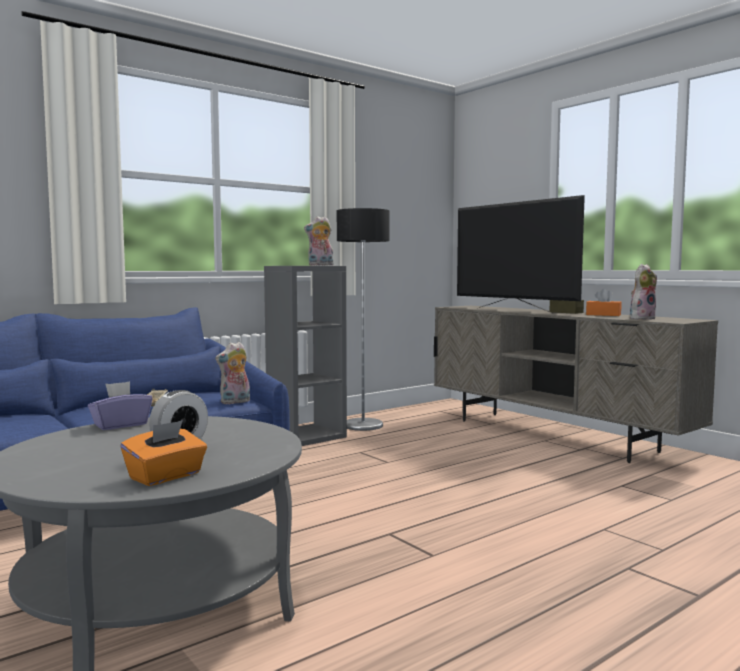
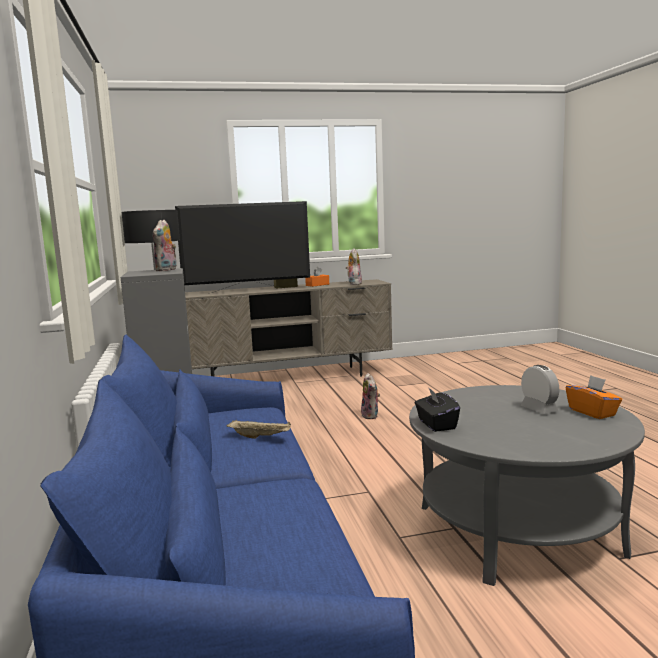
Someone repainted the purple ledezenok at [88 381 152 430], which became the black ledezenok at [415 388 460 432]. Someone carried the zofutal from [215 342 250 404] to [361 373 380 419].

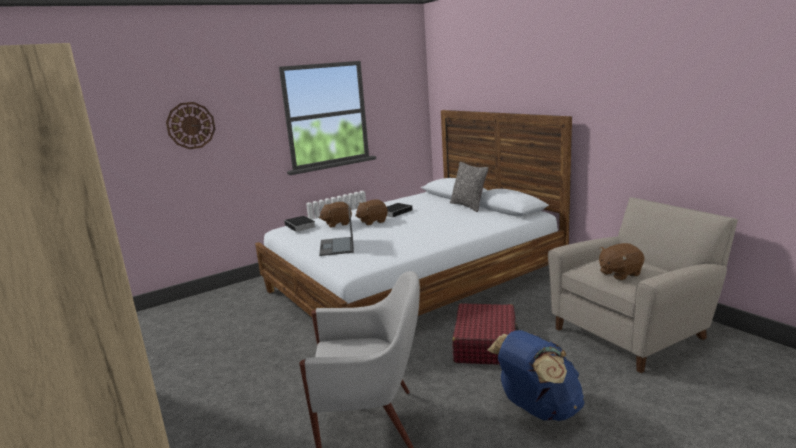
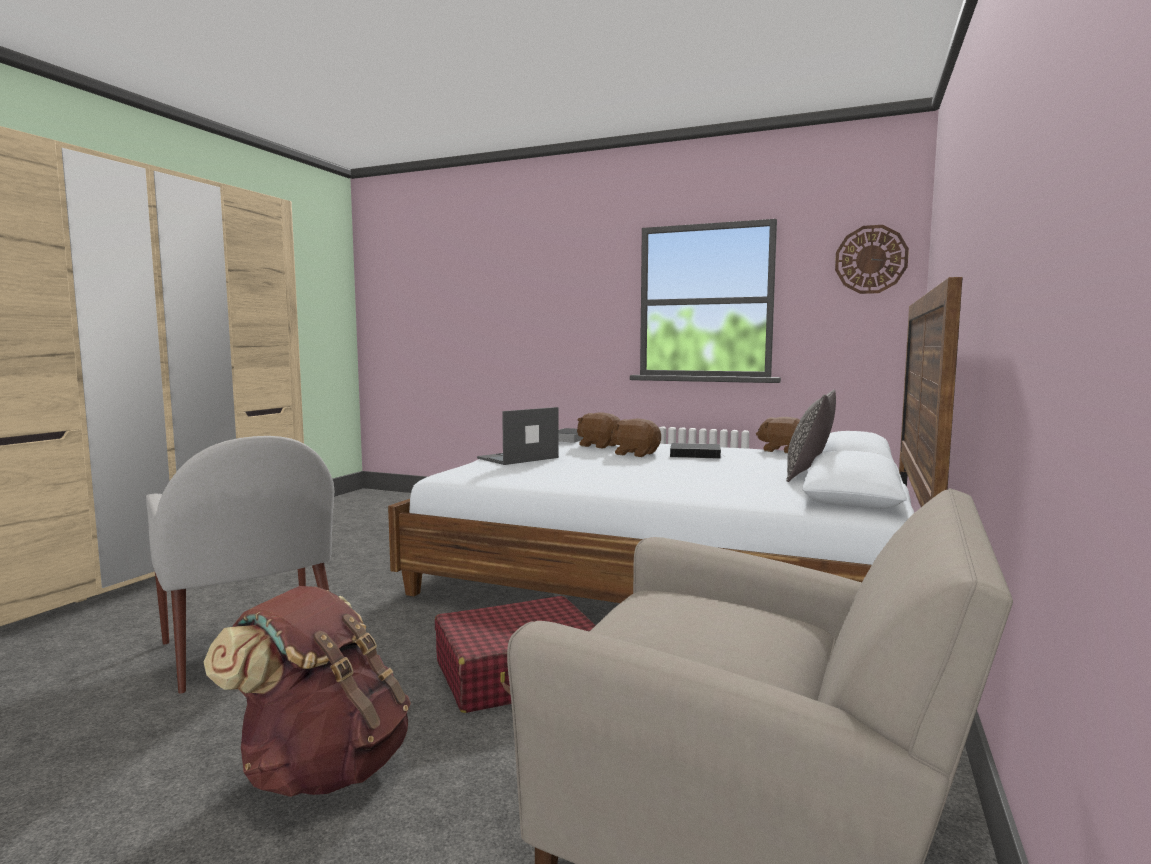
Someone carried the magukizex from [166 102 215 149] to [835 225 909 294]. Someone repainted the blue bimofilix at [488 330 585 421], which became the brown bimofilix at [204 586 411 797]. Someone carried the brown zofutal from [599 243 644 280] to [756 417 800 453].

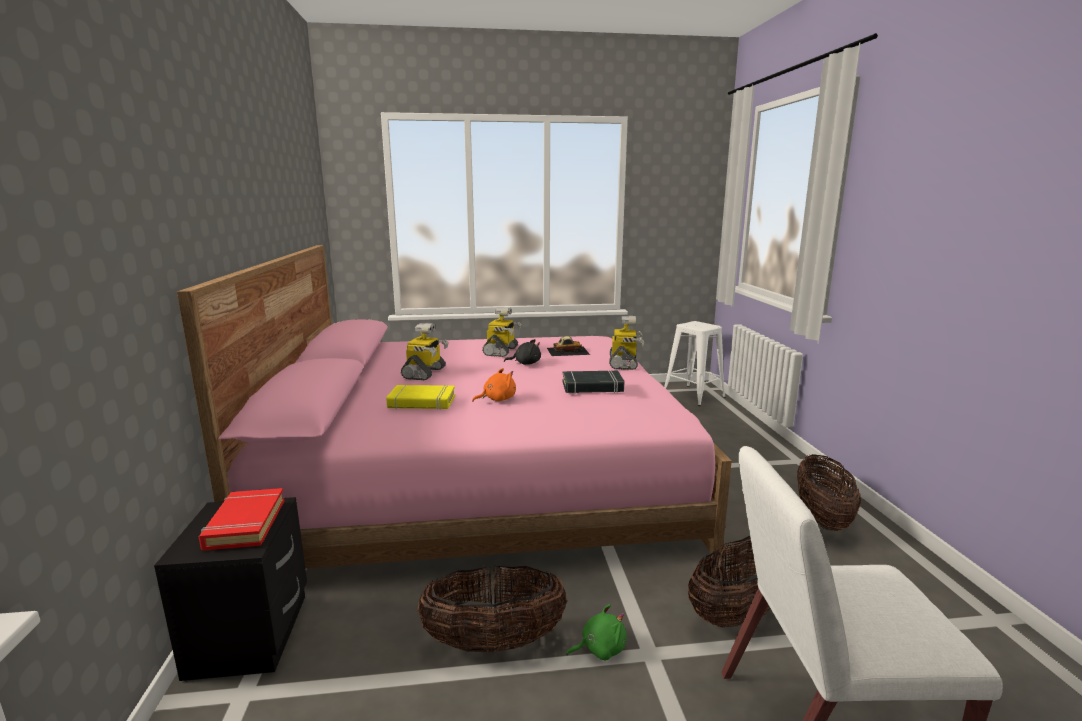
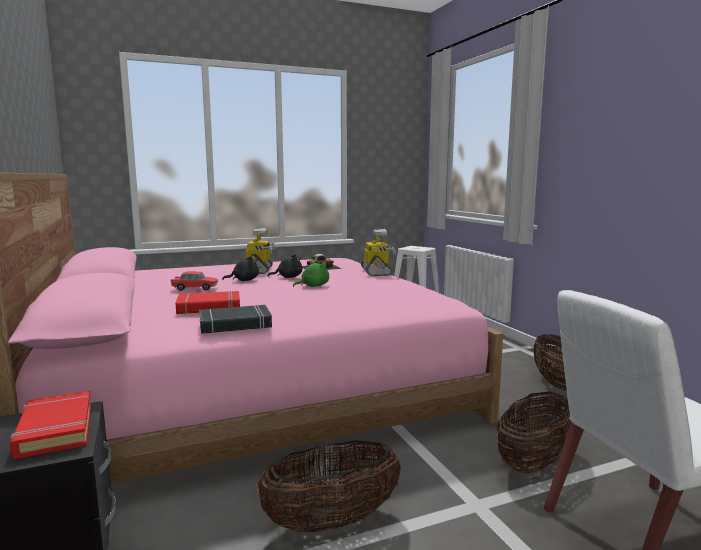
Someone repainted the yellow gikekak at [386 385 455 410], which became the red gikekak at [175 291 240 314]. Someone swapped the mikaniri at [401 323 449 380] for the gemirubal at [171 271 218 291]. Someone took away the orange zofutal at [472 368 516 402]. Someone carried the black gikekak from [562 370 625 394] to [199 305 272 334]. Someone carried the green zofutal from [566 604 627 660] to [293 260 329 287]. Someone put down the black zofutal at [222 257 259 281].

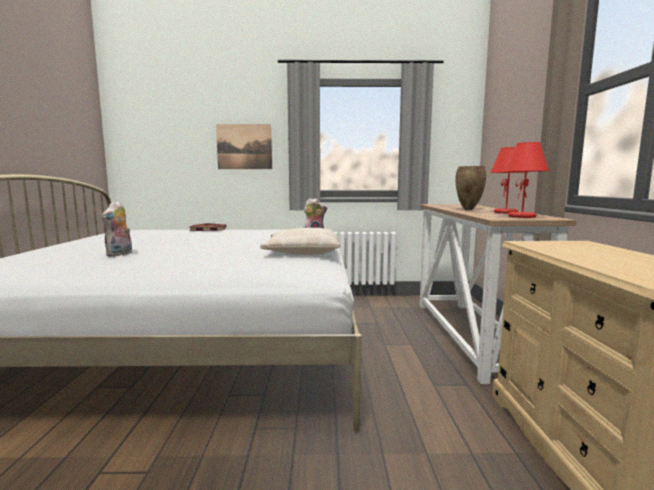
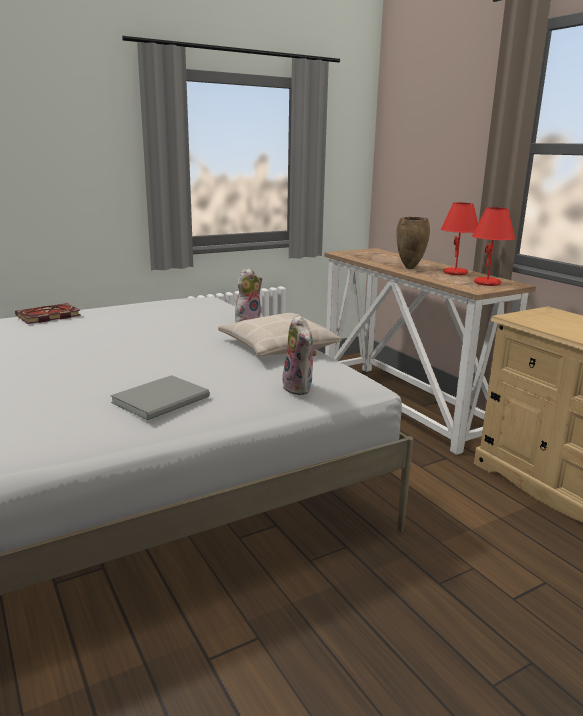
Someone carried the zofutal from [102 201 132 257] to [282 314 317 395]. Someone took away the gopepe at [216 124 272 169]. Someone put down the grey gikekak at [110 375 210 420].

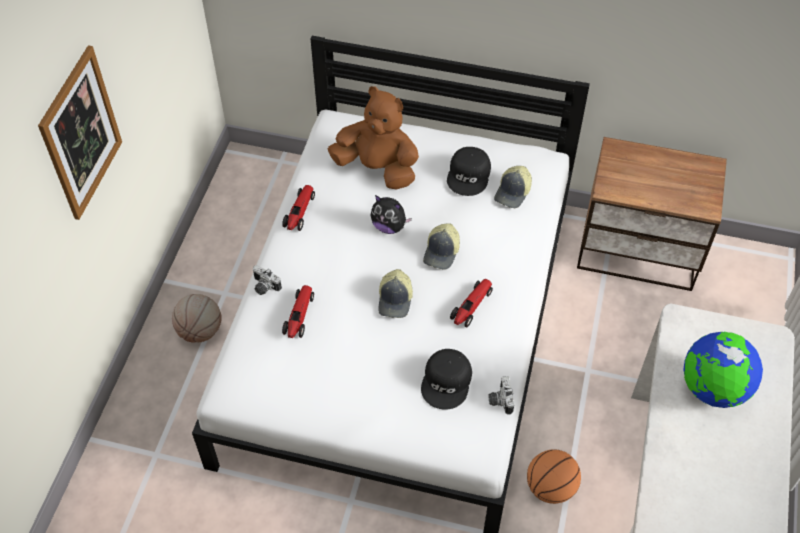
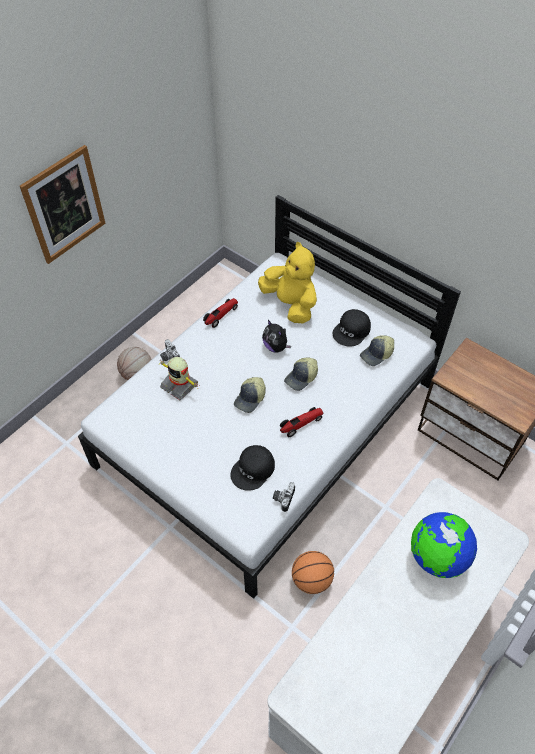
Someone swapped the gemirubal at [282 285 314 338] for the mikaniri at [160 357 198 400]. Someone repainted the brown zofutal at [328 86 419 189], which became the yellow zofutal at [258 242 317 323].

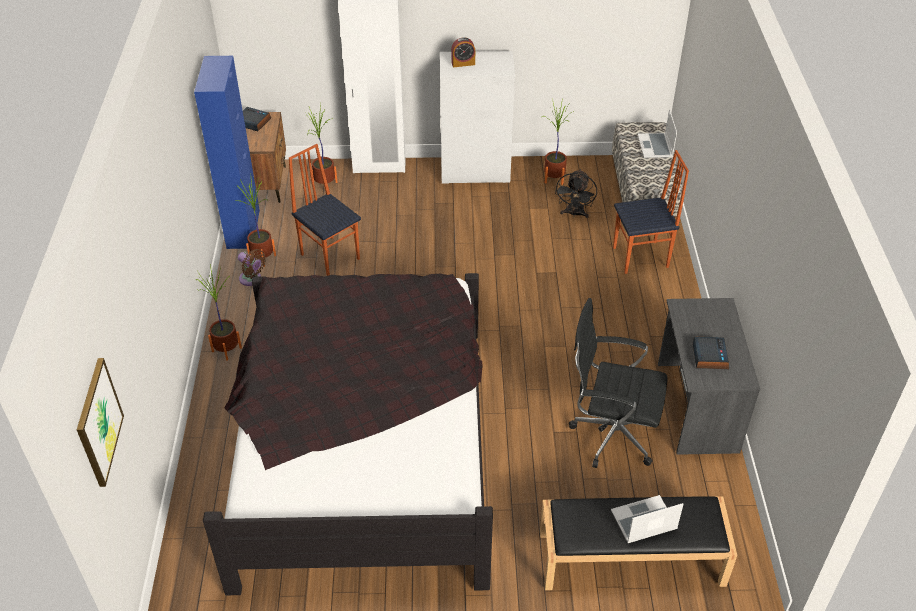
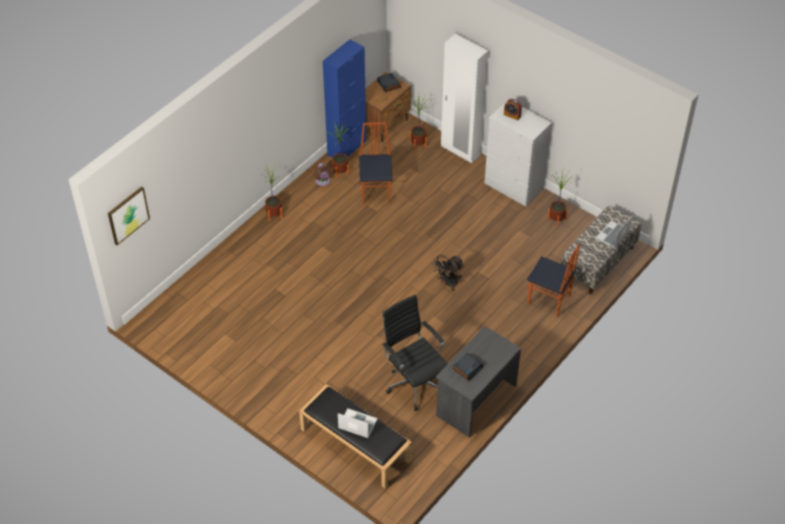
Someone took away the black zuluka at [203 273 493 595]. Someone carried the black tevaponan from [555 169 597 218] to [432 255 464 291].

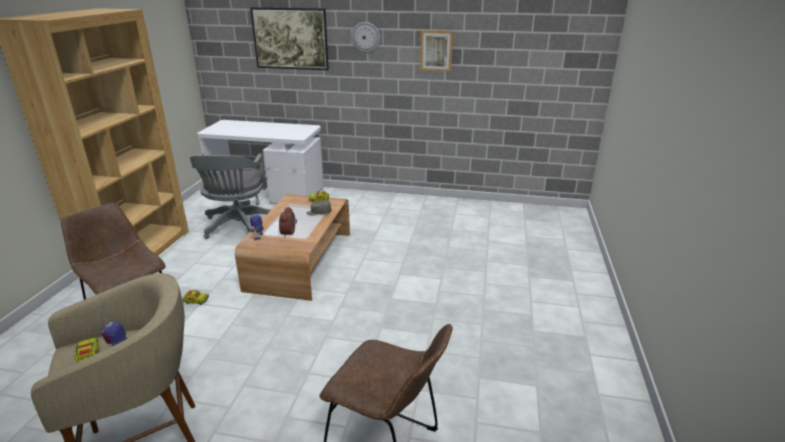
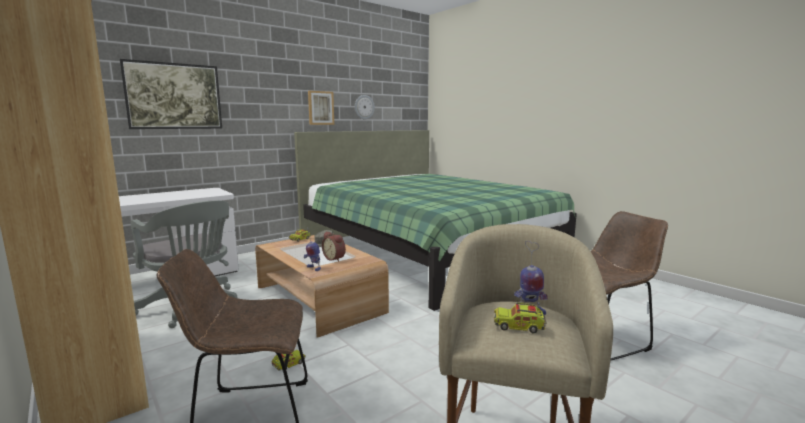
Someone carried the magukizex from [351 22 380 53] to [355 95 375 119]. Someone put down the green zuluka at [294 130 577 311].

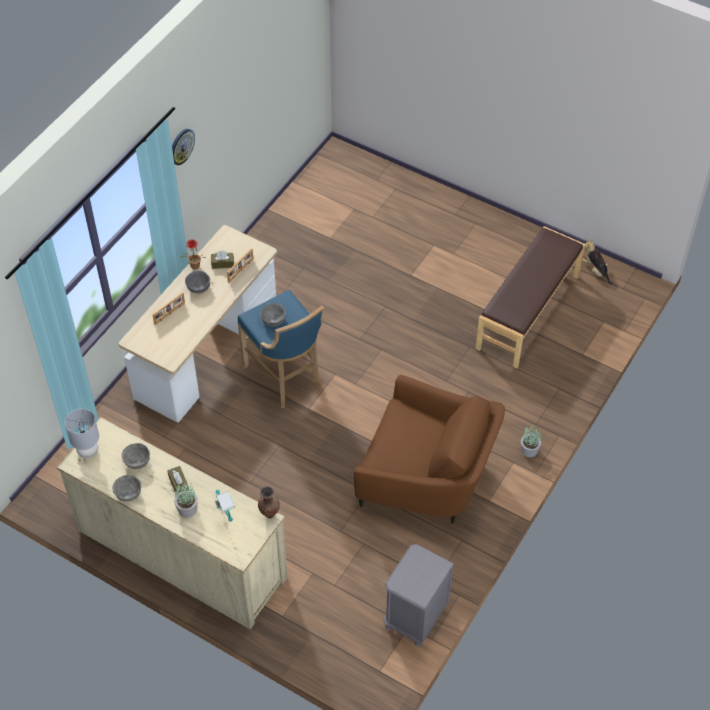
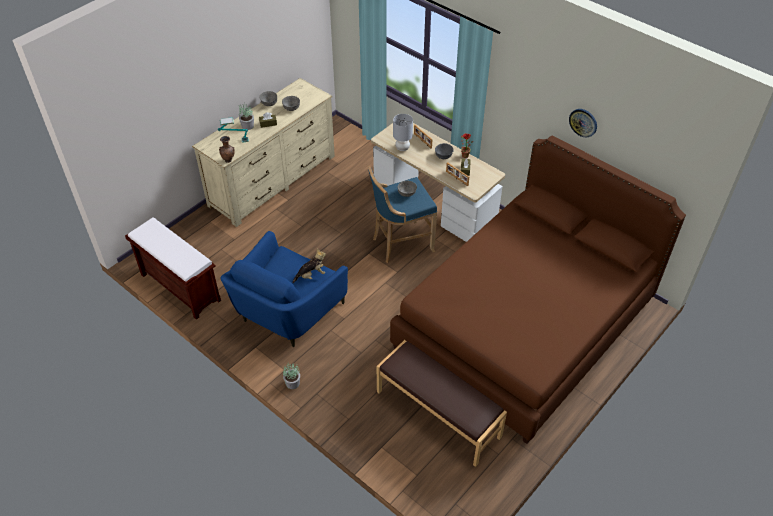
Someone carried the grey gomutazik from [65 409 99 458] to [393 114 413 151]. Someone carried the magukizex from [172 129 195 165] to [569 109 597 137]. Someone repainted the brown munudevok at [354 375 505 523], which became the blue munudevok at [220 231 348 347]. Someone swapped the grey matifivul at [384 544 454 647] for the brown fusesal at [125 217 221 320]. Someone carried the zofutal from [582 238 613 285] to [293 249 326 283]. Someone put down the brown zuluka at [390 135 686 444].

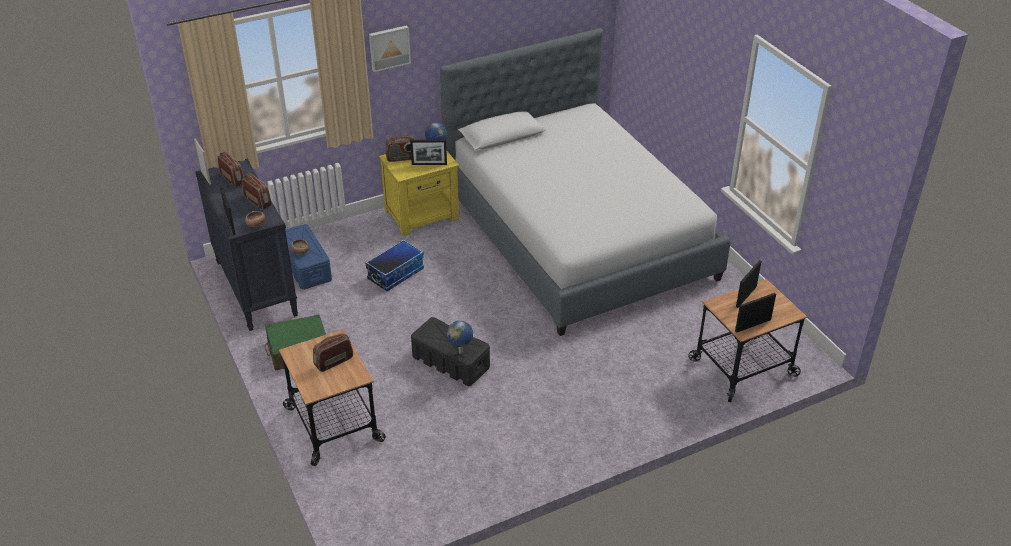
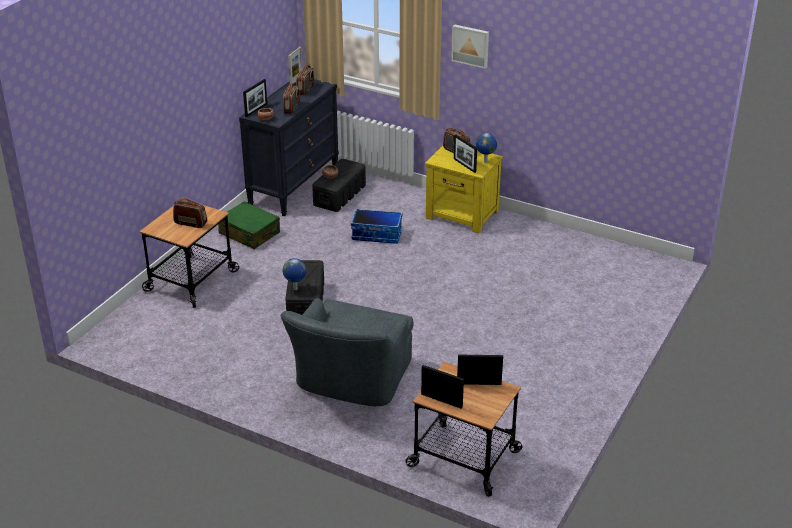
Someone repainted the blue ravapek at [285 224 332 290], which became the black ravapek at [312 159 366 212]. Someone took away the zuluka at [440 28 731 336]. Someone put down the grey munudevok at [281 298 413 406].

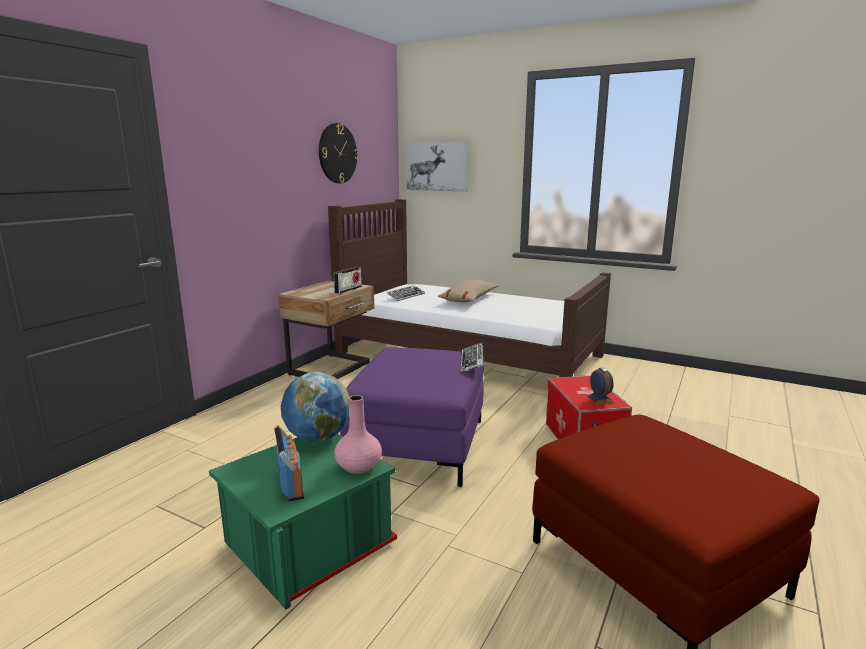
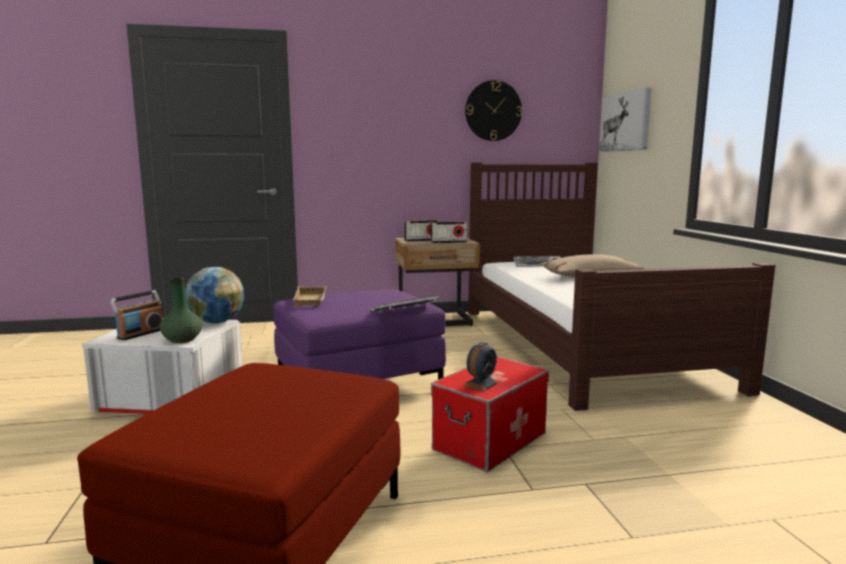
Someone repainted the green ravapek at [209 434 397 610], which became the white ravapek at [82 318 243 414]. Someone repainted the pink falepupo at [334 395 382 474], which became the green falepupo at [160 277 202 343]. Someone put down the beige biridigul at [293 286 326 307]. Someone put down the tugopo at [405 220 440 242].

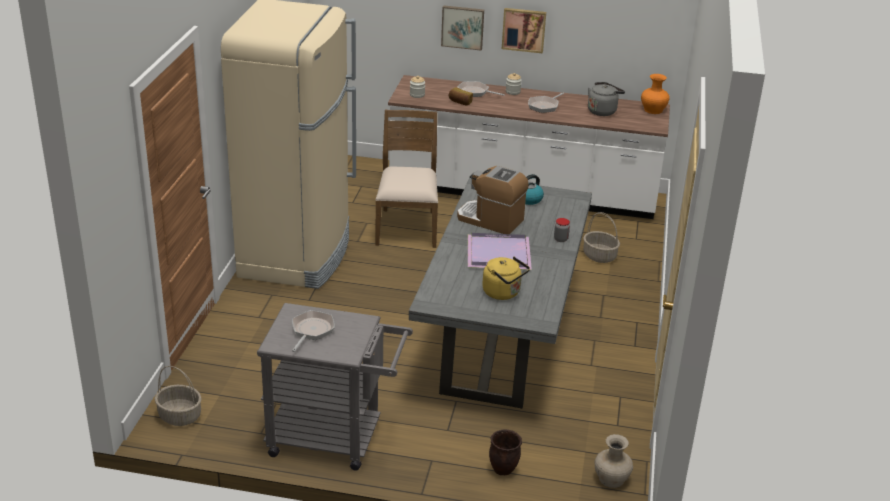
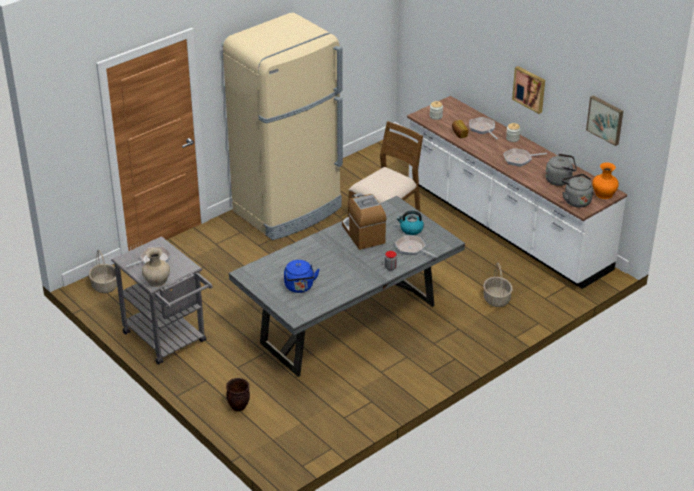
Someone carried the gopepe from [441 5 484 50] to [586 96 623 146]. Someone took away the purple biridigul at [468 233 532 270]. Someone repainted the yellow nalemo at [482 257 530 300], which became the blue nalemo at [284 260 320 293]. Someone carried the beige falepupo from [594 434 633 488] to [142 248 170 287]. Someone put down the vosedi at [395 235 438 258]. Someone put down the grey nalemo at [561 174 593 207].

